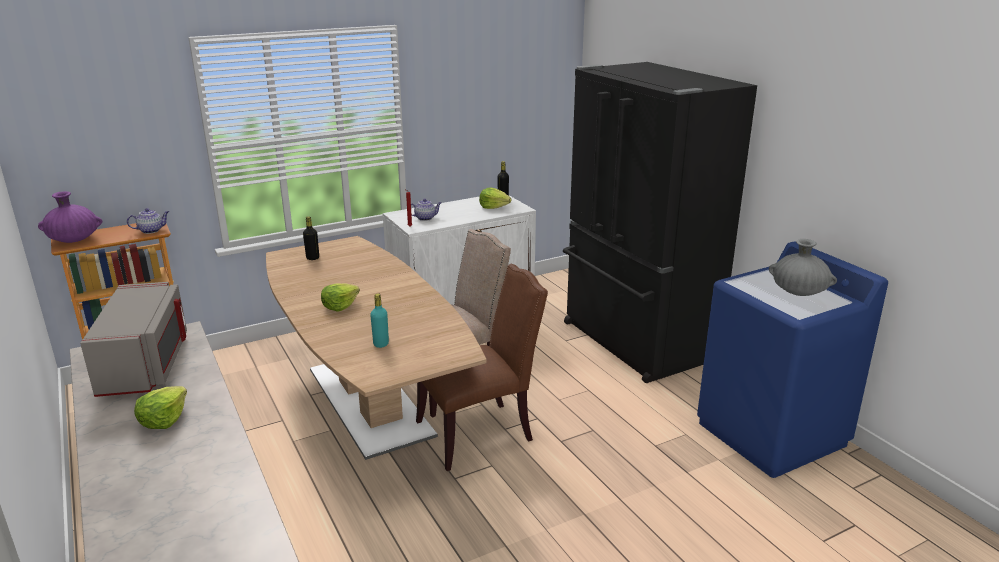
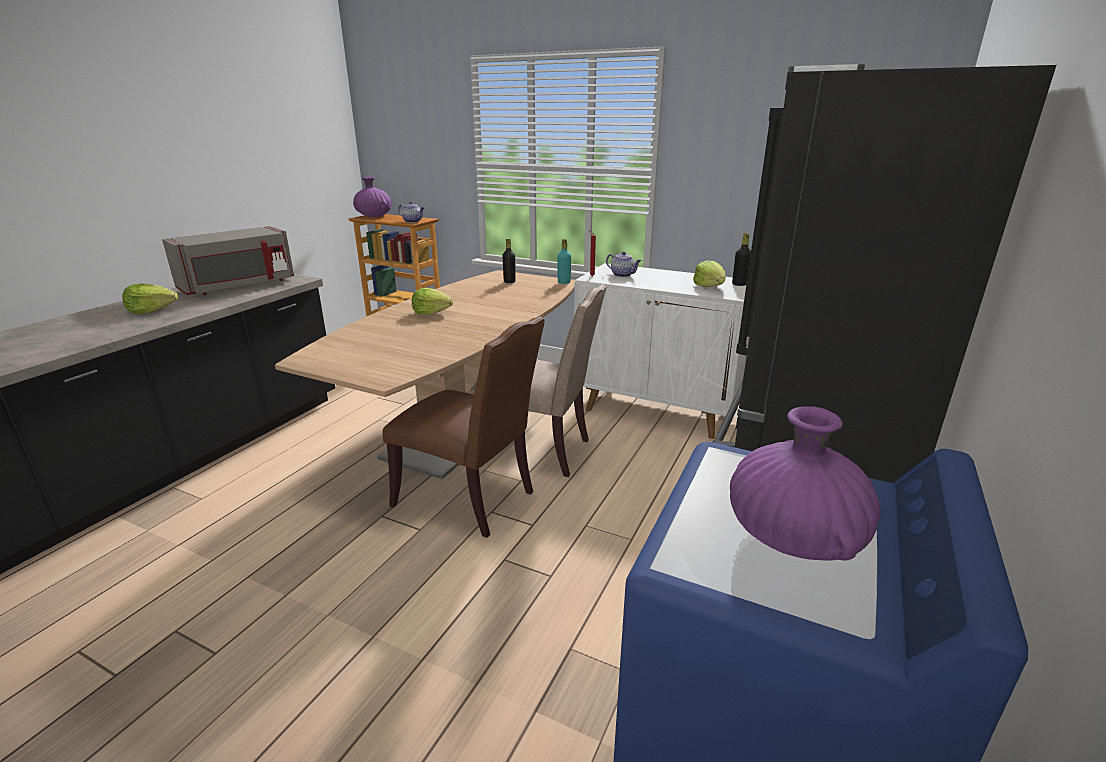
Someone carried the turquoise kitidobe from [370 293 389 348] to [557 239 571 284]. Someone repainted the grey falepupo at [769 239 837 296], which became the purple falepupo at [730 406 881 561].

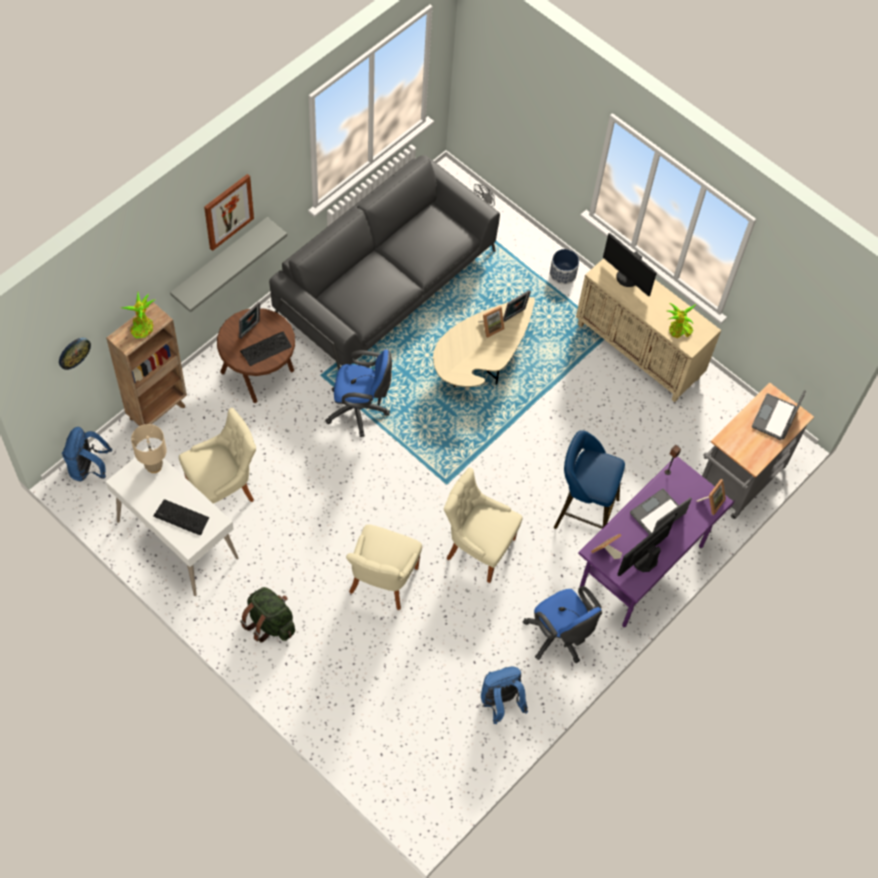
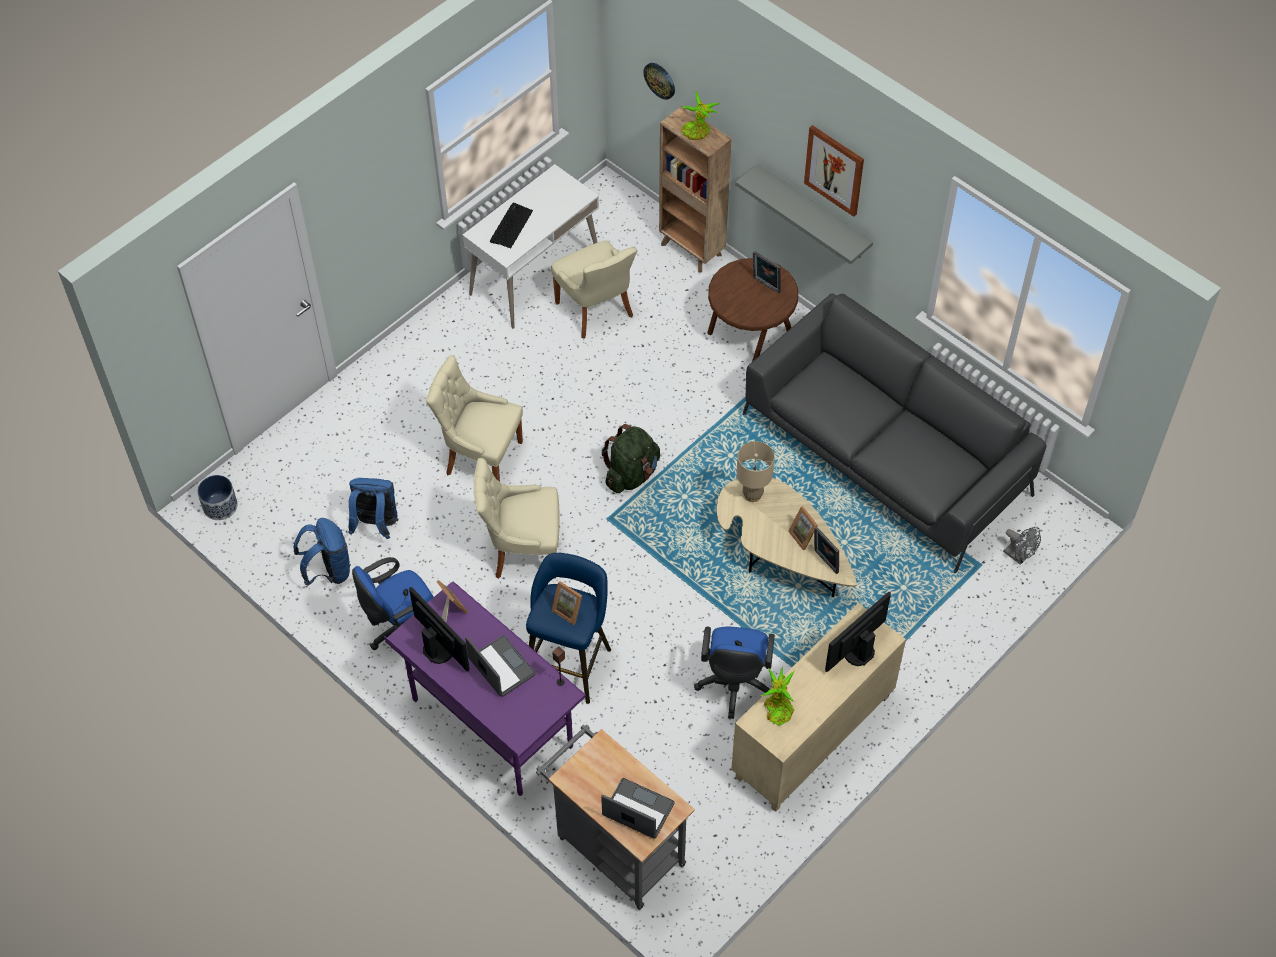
Someone carried the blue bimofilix from [62 427 112 481] to [348 478 398 539]. Someone carried the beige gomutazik from [131 424 167 473] to [736 441 774 502]. Someone took away the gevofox at [240 331 292 366]. Someone carried the green bimofilix from [240 587 295 642] to [601 424 660 493]. Someone carried the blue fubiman from [325 349 392 437] to [694 627 775 719]. Someone rotated the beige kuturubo at [444 467 523 583] by 120 degrees counterclockwise. Someone carried the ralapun from [550 249 579 285] to [197 475 238 520]. Someone carried the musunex from [697 479 726 515] to [551 581 582 625].

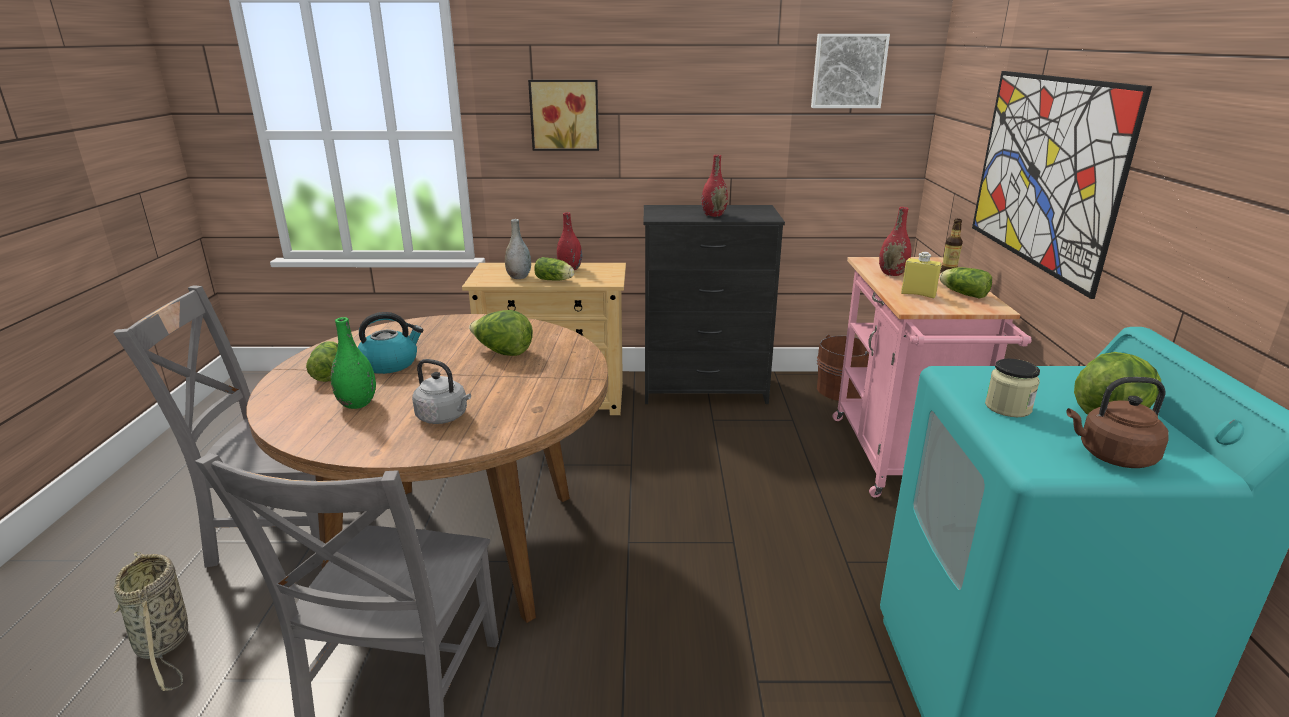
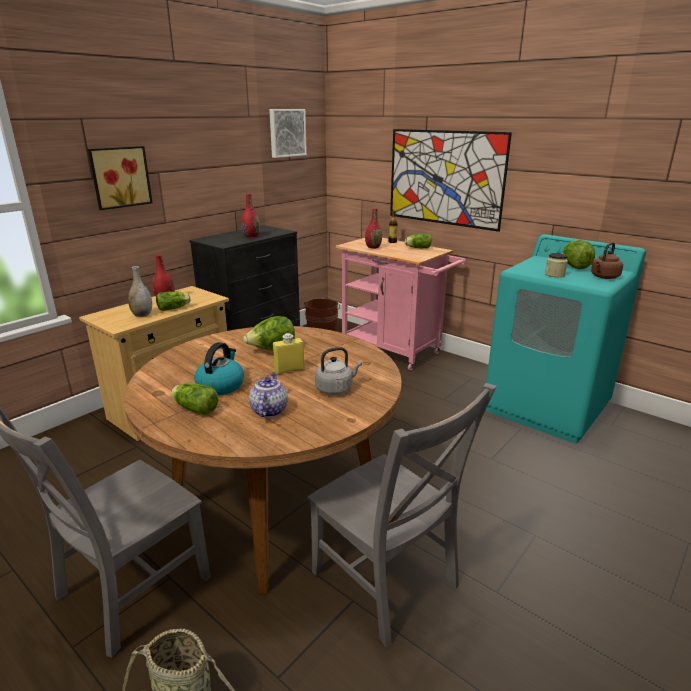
Someone swapped the green falepupo at [331 317 376 409] for the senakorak at [249 372 288 417]. Someone carried the yellow kitidobe from [901 252 941 298] to [273 333 305 375].

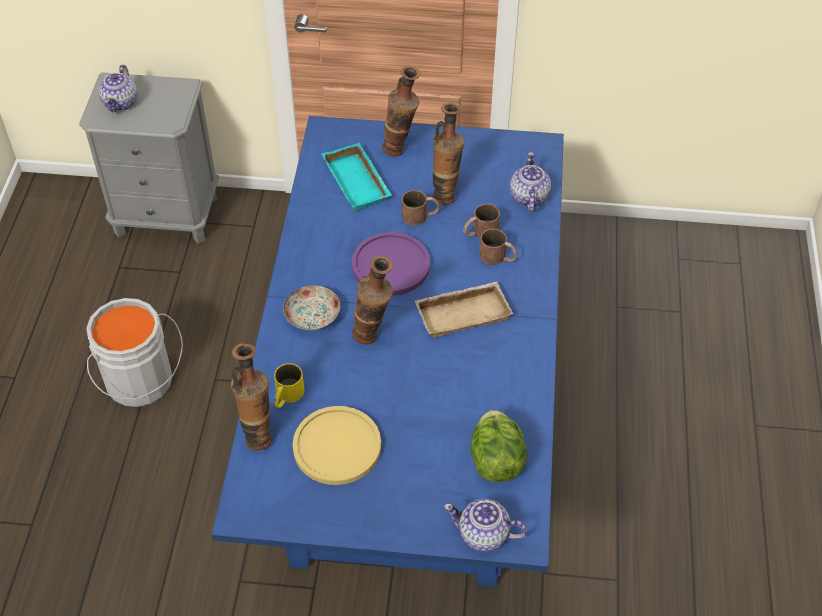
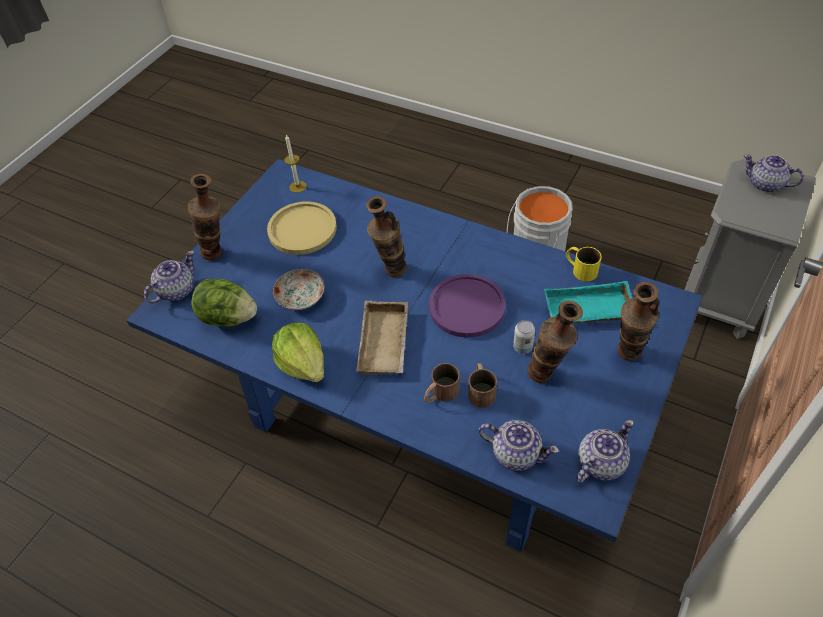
Someone carried the falepupo from [230 343 272 451] to [188 174 222 260]. Someone carried the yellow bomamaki from [274 363 305 408] to [566 247 601 281]. Someone carried the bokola from [283 286 340 330] to [273 269 325 310]. Someone swapped the brown bomamaki at [402 190 440 226] for the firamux at [513 320 535 354]. Someone put down the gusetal at [272 322 324 382]. Someone put down the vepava at [284 134 307 193]. Someone put down the senakorak at [576 420 634 483].

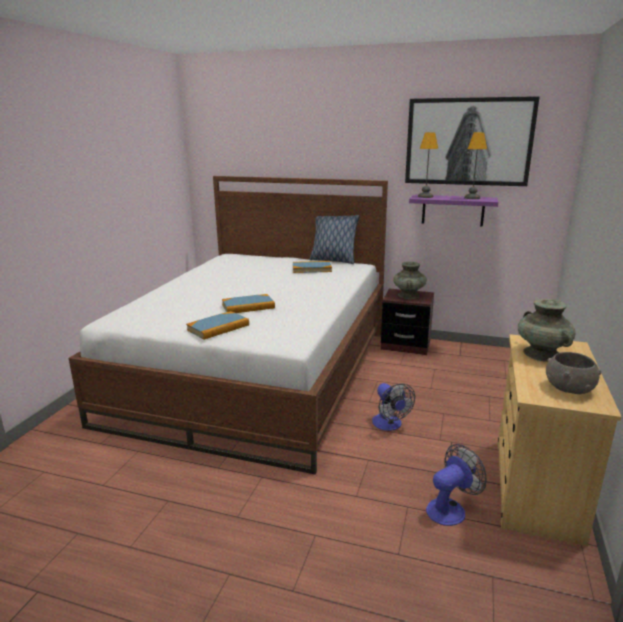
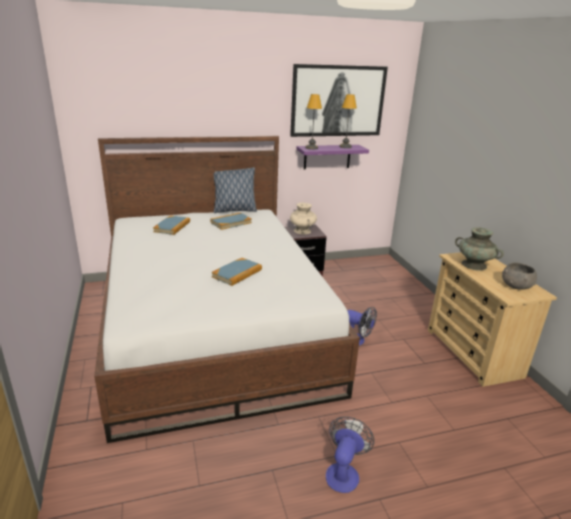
Someone carried the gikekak from [186 311 249 340] to [153 216 190 235]. Someone repainted the turquoise falepupo at [393 261 427 299], which became the beige falepupo at [290 203 317 234]. Someone carried the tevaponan from [426 444 487 526] to [326 416 374 493].

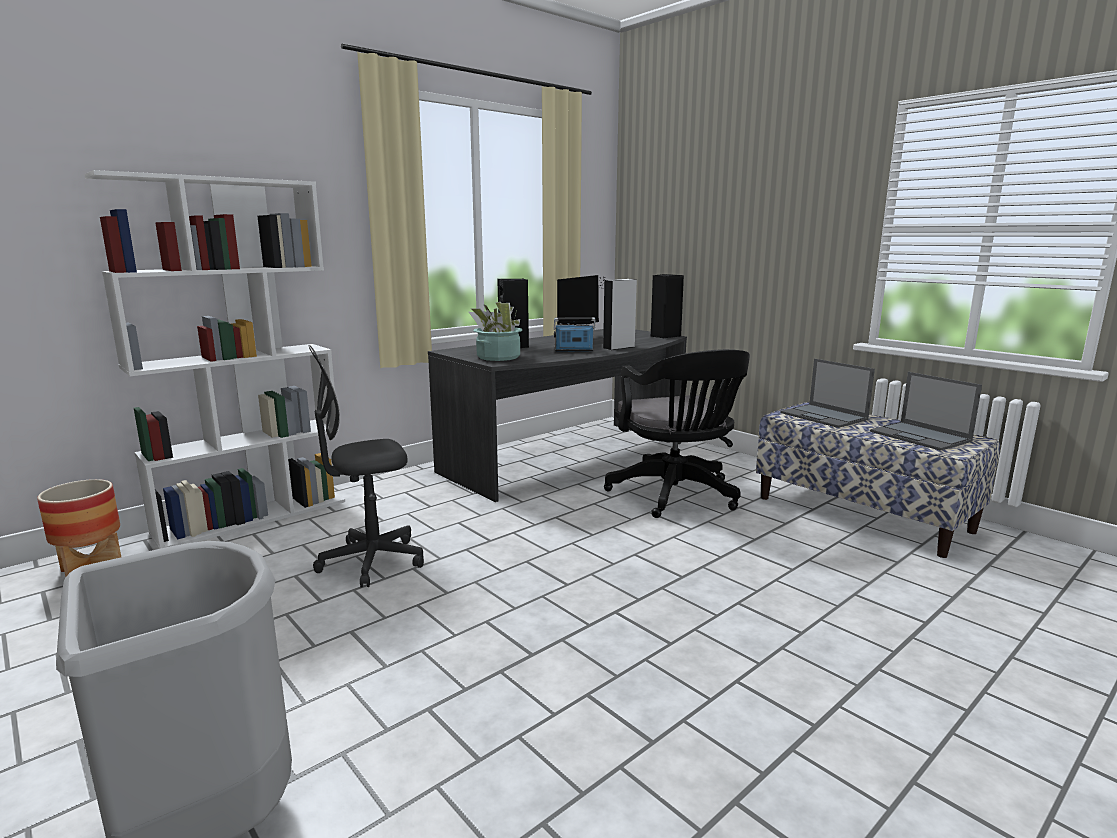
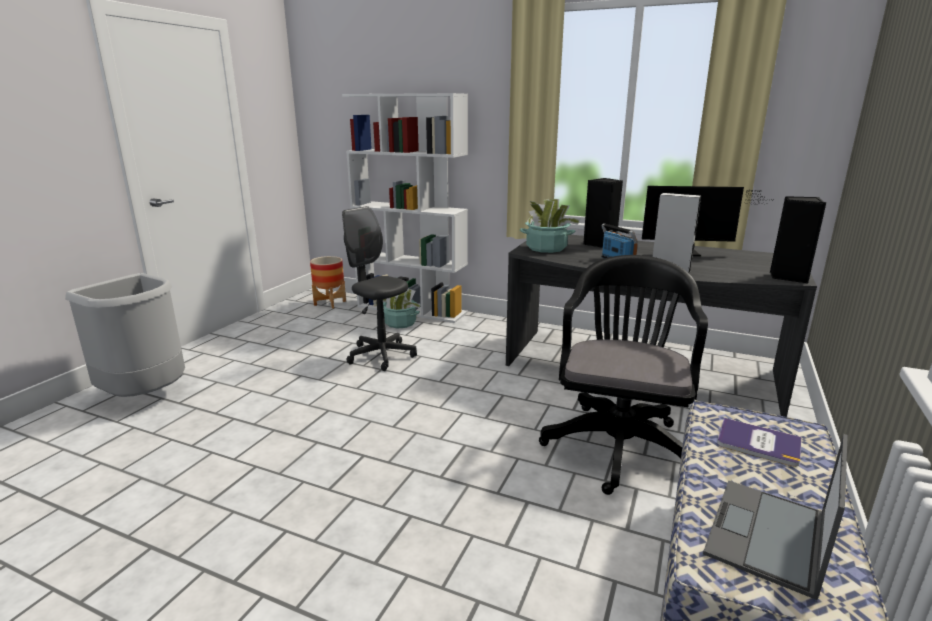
Someone rotated the black fubiman at [604 349 750 518] by 150 degrees clockwise. Someone swapped the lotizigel at [780 359 875 428] for the gikekak at [717 418 801 467]. Someone put down the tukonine at [374 289 421 329].

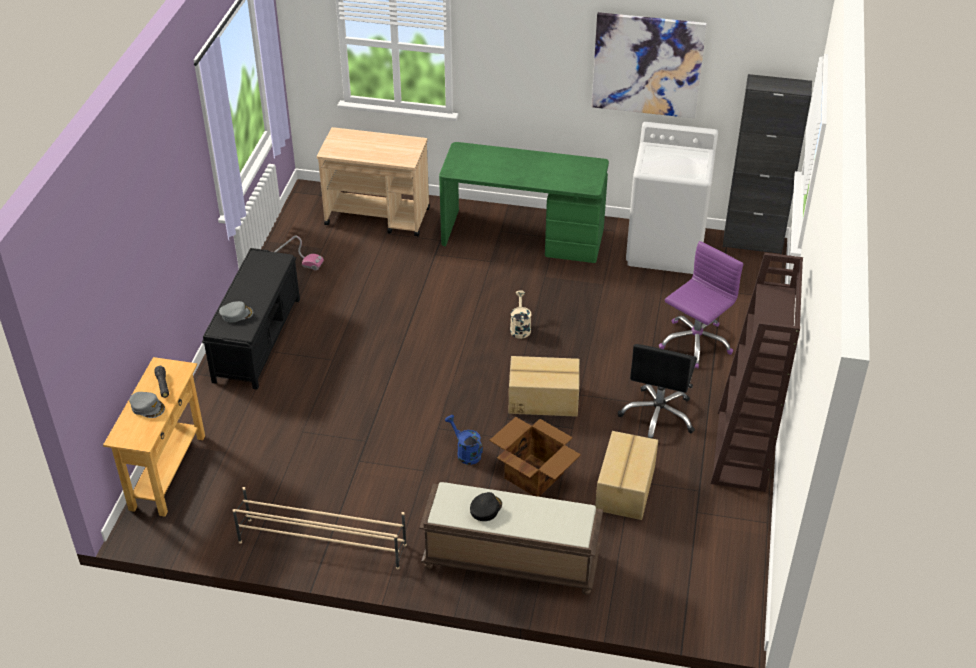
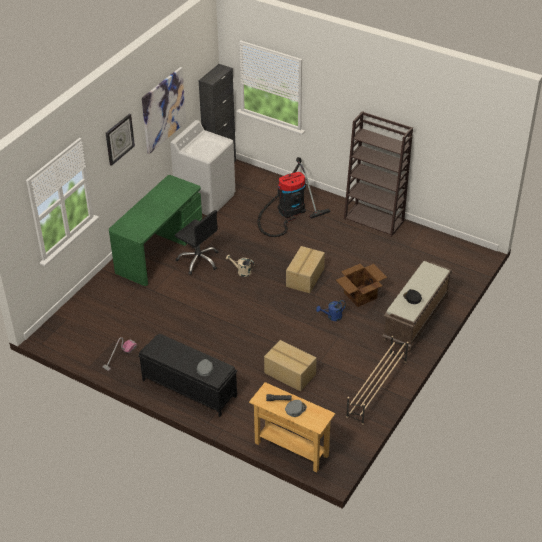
Someone took away the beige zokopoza at [317 127 430 237]. Someone carried the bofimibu from [595 431 658 520] to [264 340 317 392]. Someone carried the black fubiman from [618 344 697 439] to [175 210 219 275]. Someone swapped the purple fubiman at [659 241 743 368] for the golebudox at [257 157 330 237]. Someone put up the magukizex at [106 114 135 166].

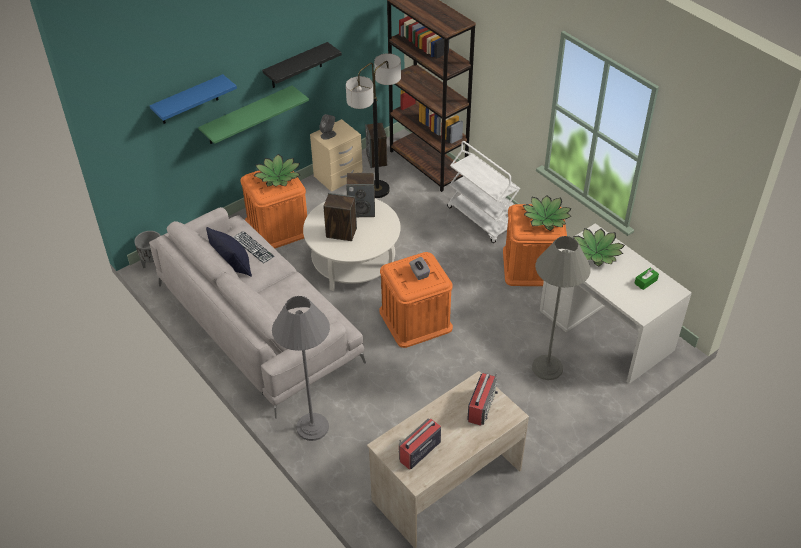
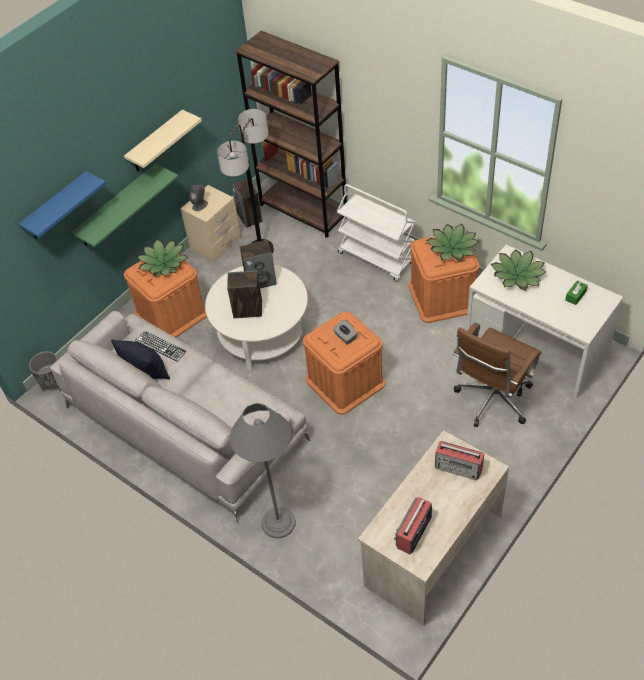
Someone repainted the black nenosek at [262 42 342 88], which became the beige nenosek at [124 110 202 172]. Someone rotated the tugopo at [467 373 498 426] by 105 degrees clockwise. Someone swapped the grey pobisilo at [532 236 591 380] for the brown fubiman at [453 323 542 427].

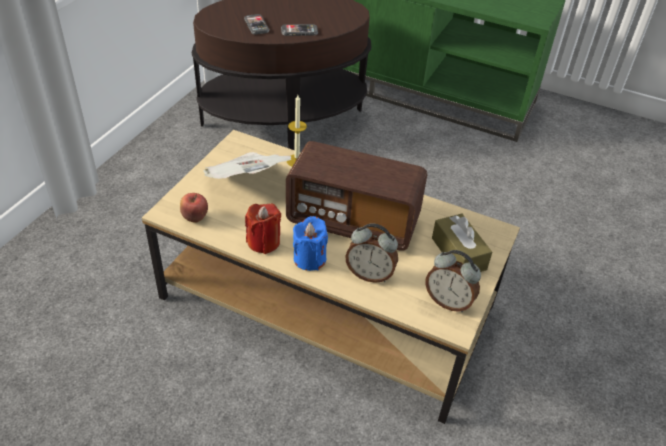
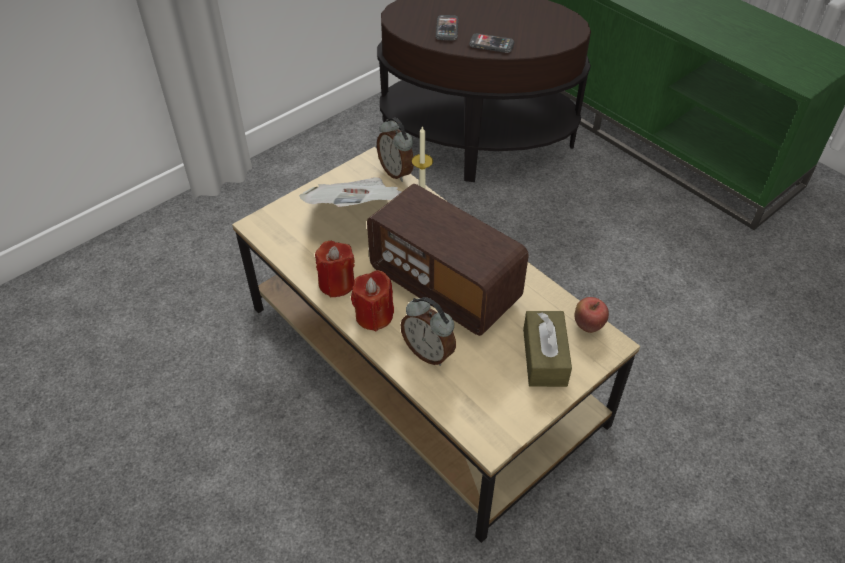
Someone carried the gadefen from [180 193 208 223] to [574 297 609 333]. Someone repainted the blue vepava at [293 216 328 271], which became the red vepava at [351 270 394 331]. Someone carried the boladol from [425 250 481 312] to [377 118 414 182].

